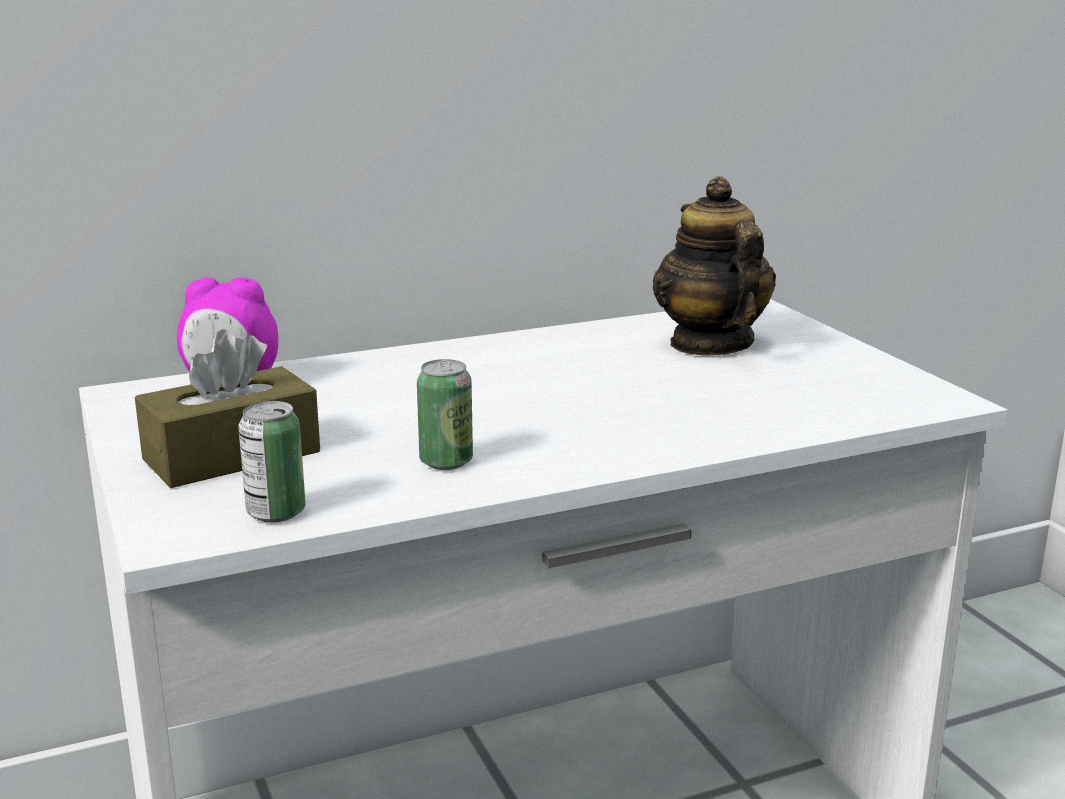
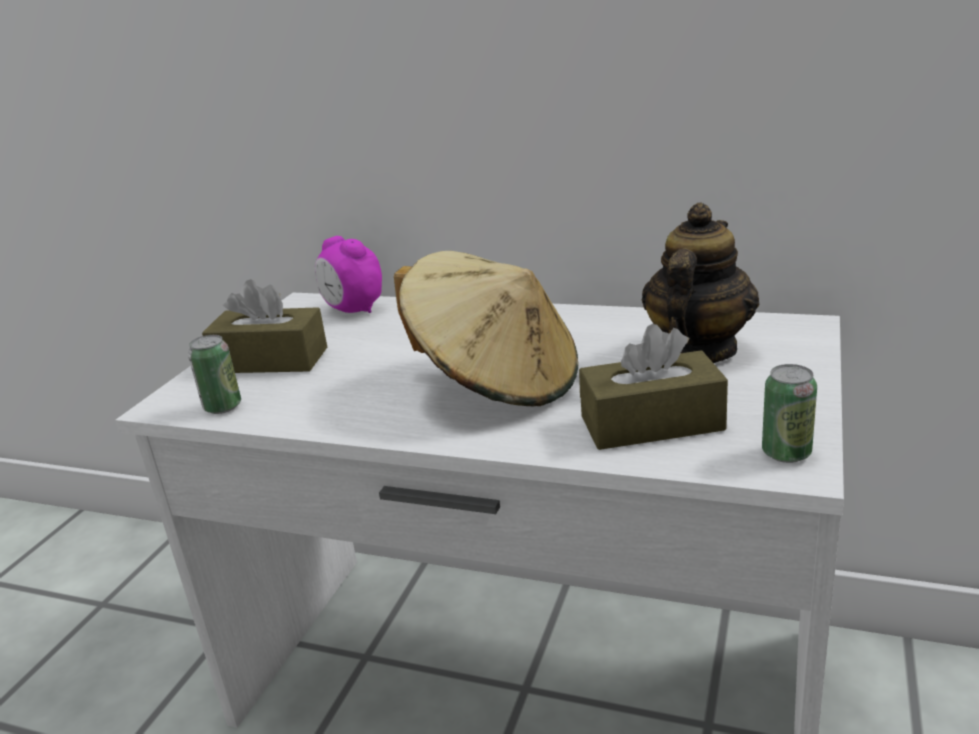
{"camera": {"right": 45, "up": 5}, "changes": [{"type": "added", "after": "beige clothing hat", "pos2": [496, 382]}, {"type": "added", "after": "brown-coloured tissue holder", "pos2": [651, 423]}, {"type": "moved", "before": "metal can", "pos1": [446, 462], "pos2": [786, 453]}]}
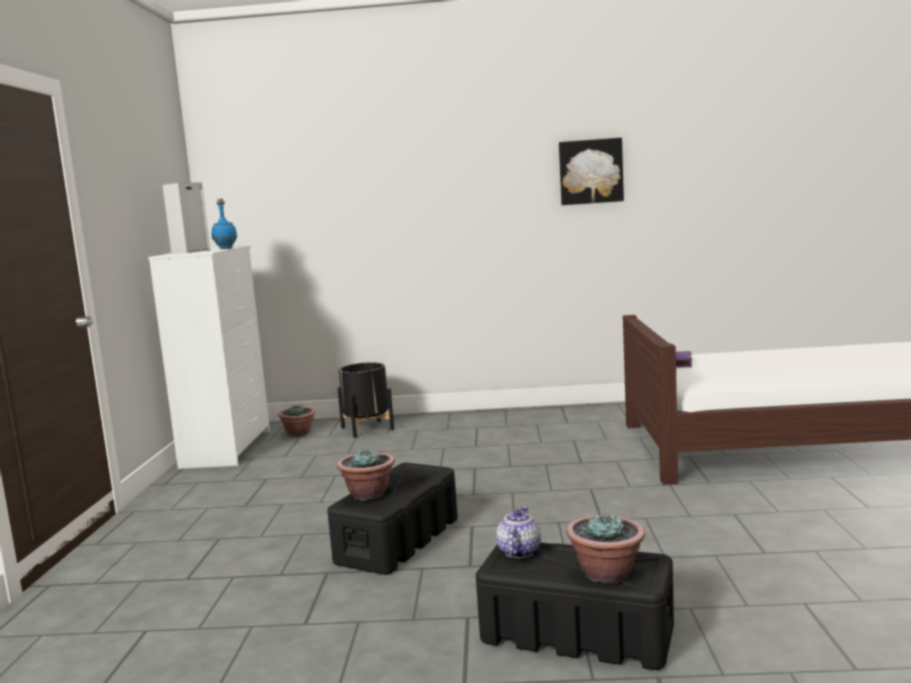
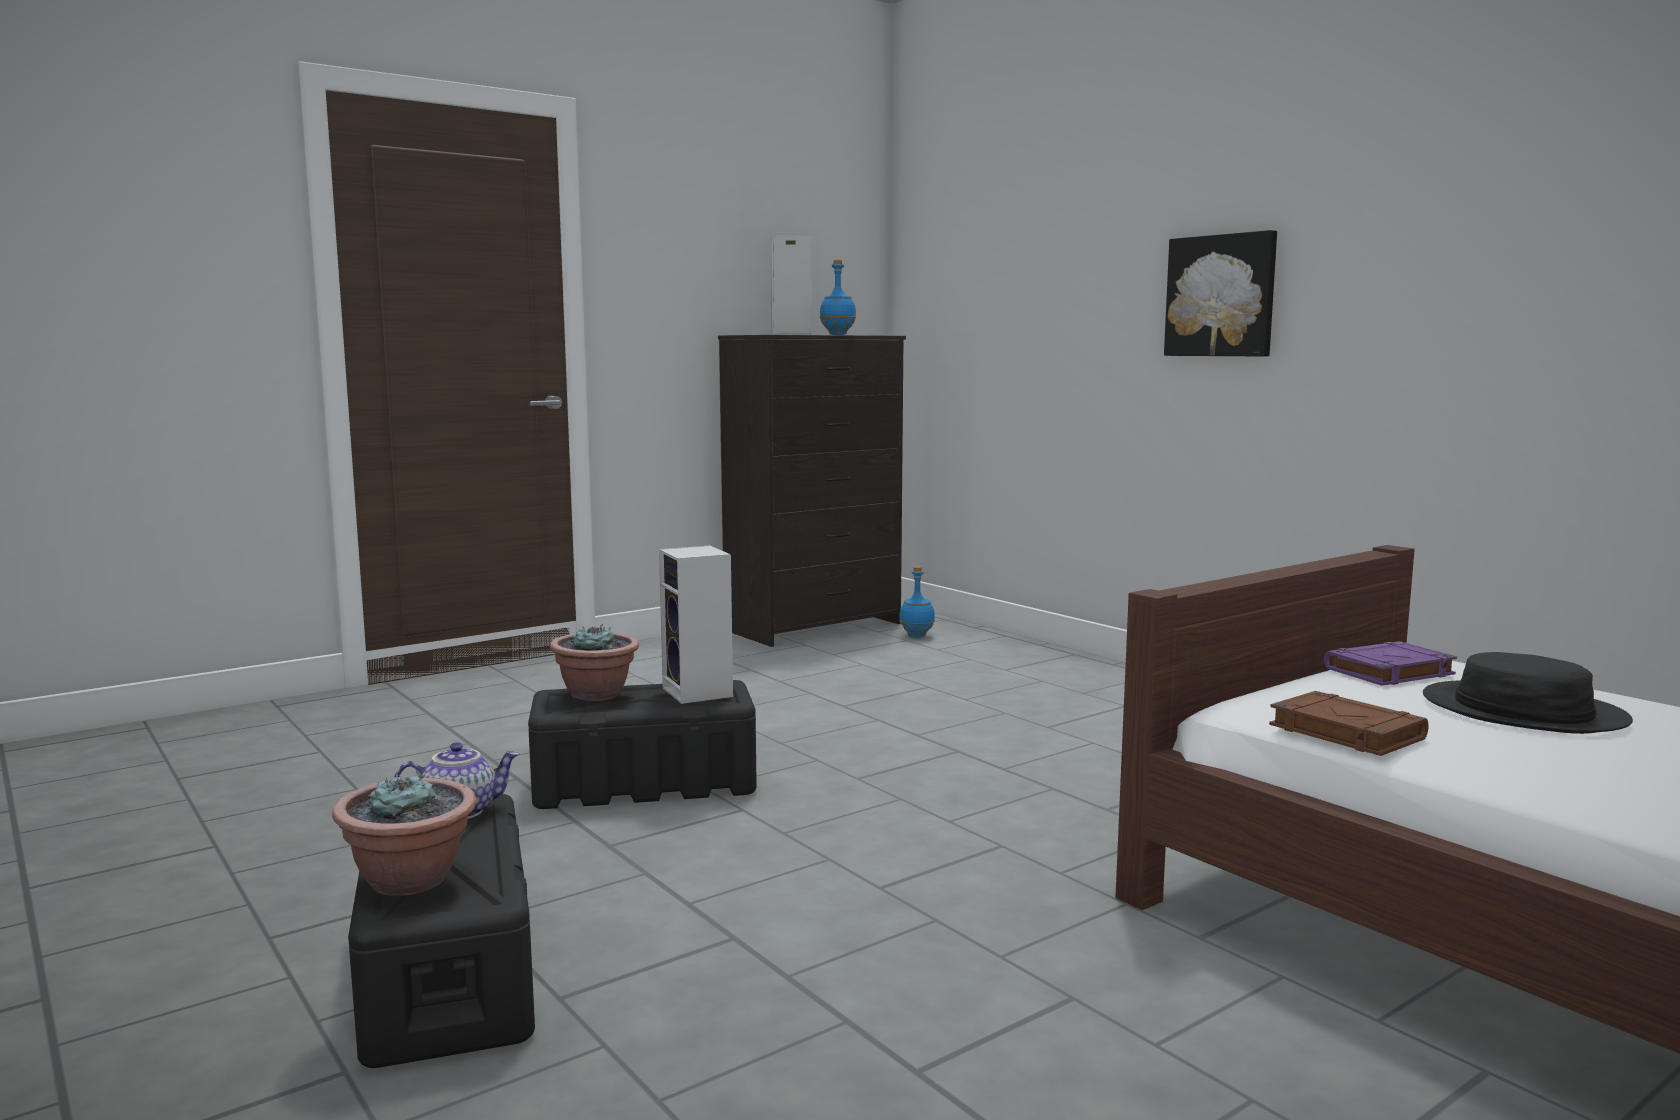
{"camera": {"right": 50, "up": 0}, "changes": [{"type": "removed", "before": "blackish flower pot", "pos1": [367, 428]}, {"type": "added", "after": "audio speaker", "pos2": [700, 693]}, {"type": "added", "after": "brown-coloured volume", "pos2": [1344, 732]}, {"type": "added", "after": "blackish clothing hat", "pos2": [1522, 711]}, {"type": "moved", "before": "wall art", "pos1": [590, 171], "pos2": [1222, 296]}, {"type": "replaced", "before": "plant in a pot", "after": "bluish beverage bottle", "pos1": [299, 433], "pos2": [917, 636]}, {"type": "recoloured", "before": "white-coloured drawer chest", "after": "blackish drawer chest", "pos1": [228, 448], "pos2": [816, 627]}]}
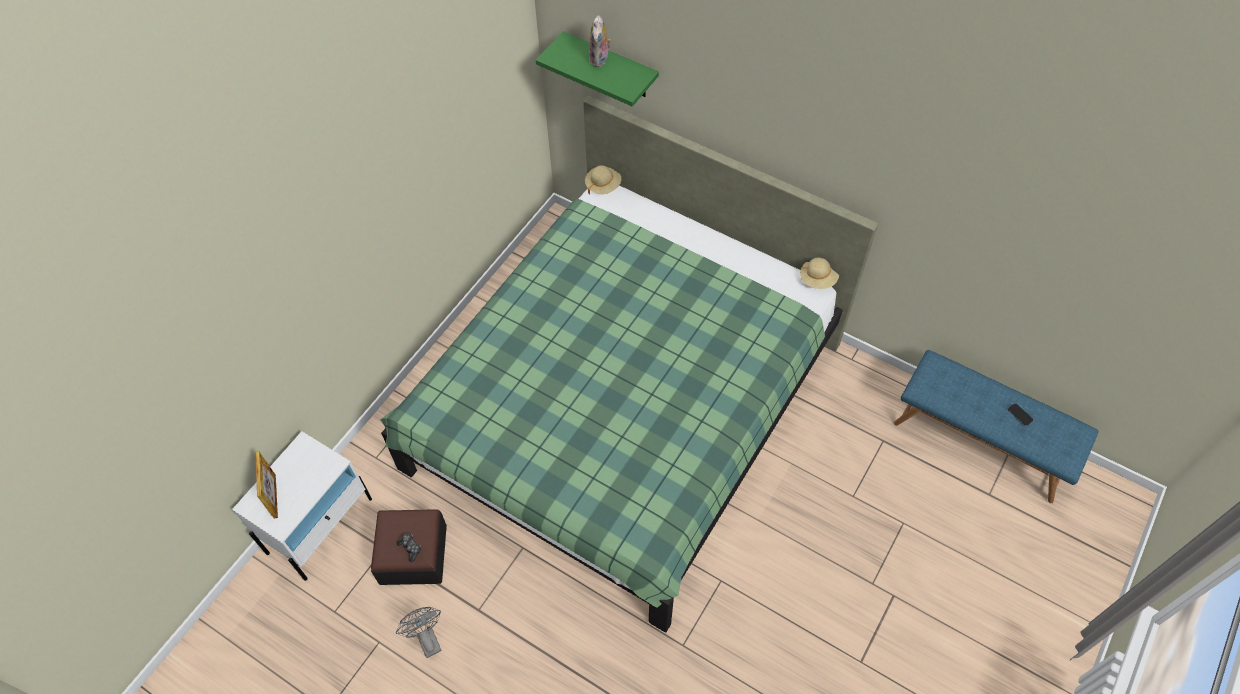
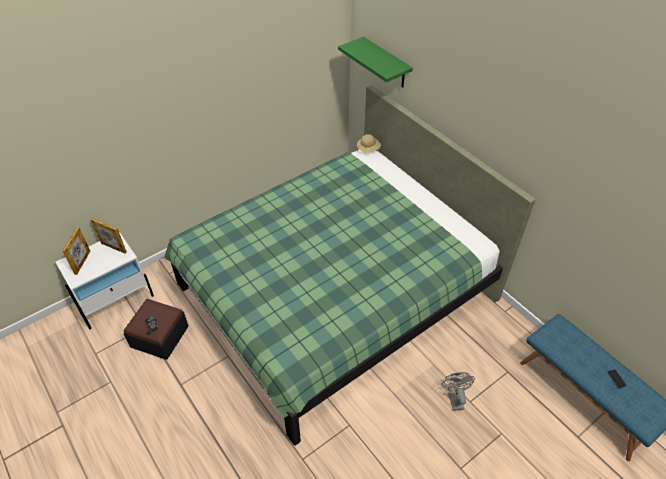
{"camera": {"right": 20, "up": -10}, "changes": [{"type": "removed", "before": "cuddly toy", "pos1": [600, 60]}, {"type": "removed", "before": "beige clothing hat", "pos1": [818, 279]}, {"type": "added", "after": "standing frame", "pos2": [113, 247]}, {"type": "moved", "before": "greyish electric fan", "pos1": [426, 638], "pos2": [454, 398]}]}
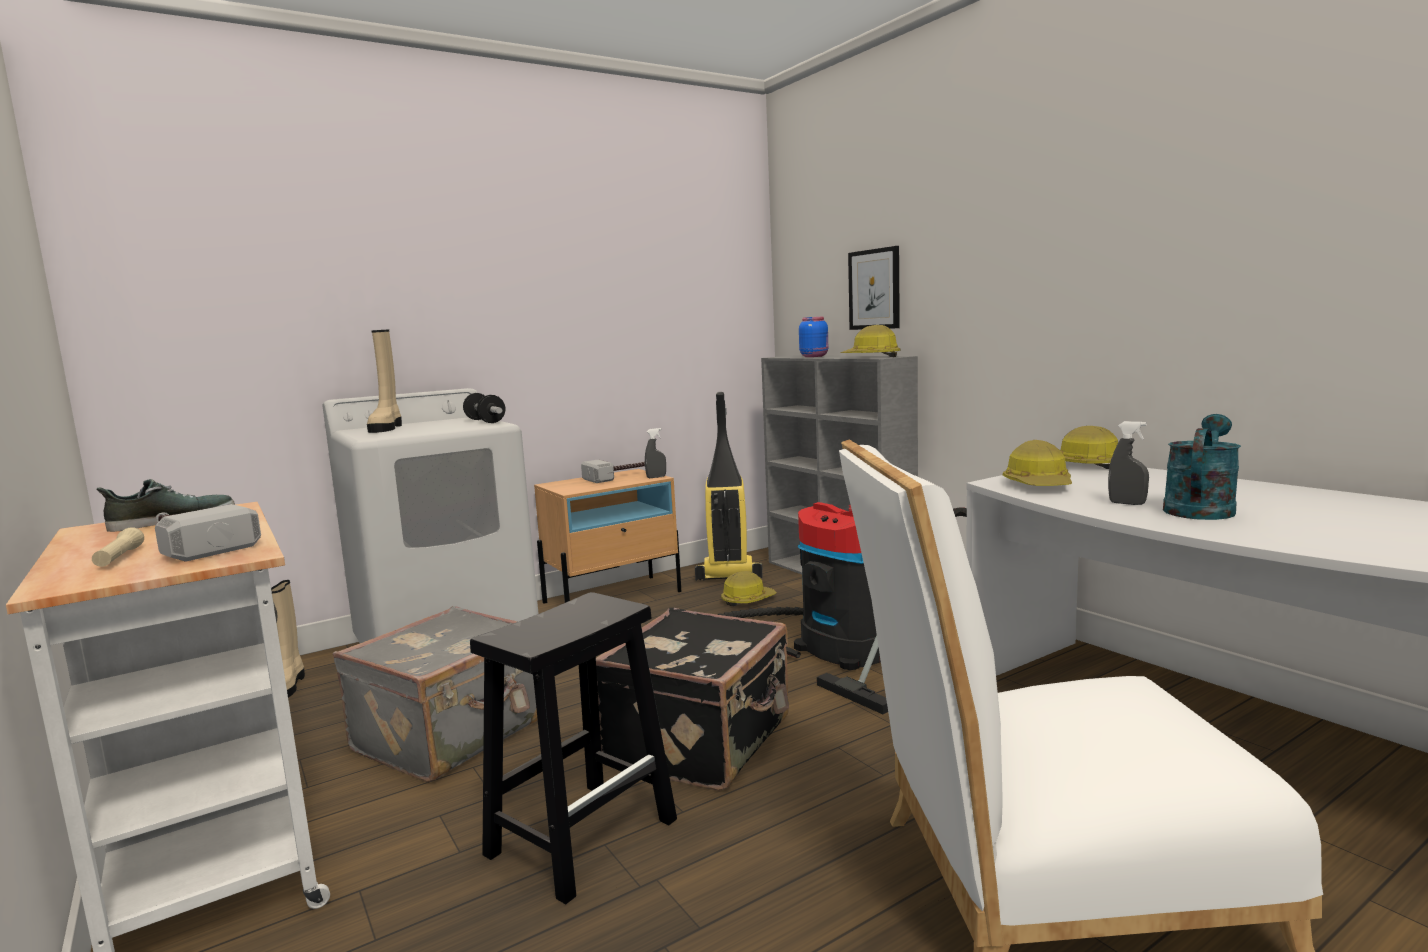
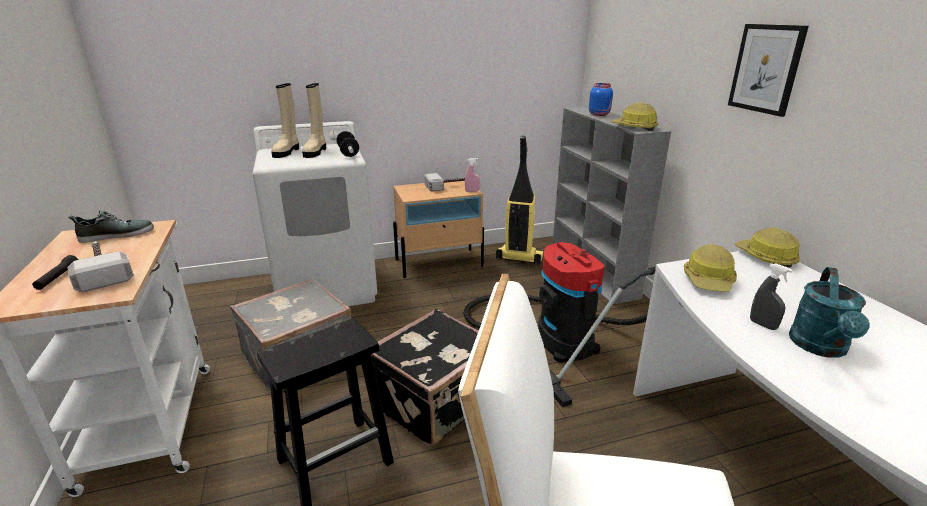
{"camera": {"right": 15, "up": 15}, "changes": [{"type": "removed", "before": "hard hat", "pos1": [747, 600]}, {"type": "moved", "before": "beige high-top boot", "pos1": [287, 686], "pos2": [315, 152]}, {"type": "moved", "before": "wall art", "pos1": [874, 289], "pos2": [766, 69]}, {"type": "recoloured", "before": "beige flashlight", "after": "blackish flashlight", "pos1": [119, 558], "pos2": [58, 278]}, {"type": "recoloured", "before": "greyish hand sprayer", "after": "pink hand sprayer", "pos1": [656, 477], "pos2": [472, 191]}, {"type": "turned", "before": "turquoise sprinkling can", "pos1": [1200, 508], "pos2": [820, 348], "turn": 150}]}
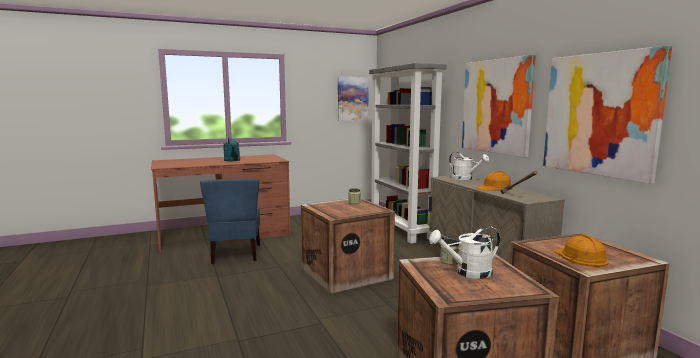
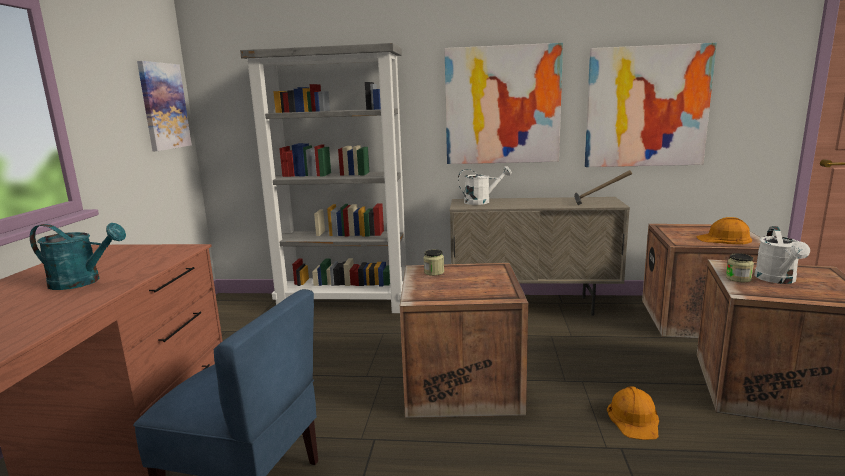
{"camera": {"right": -60, "up": 5}, "changes": [{"type": "moved", "before": "orangey hard hat", "pos1": [495, 187], "pos2": [634, 418]}]}
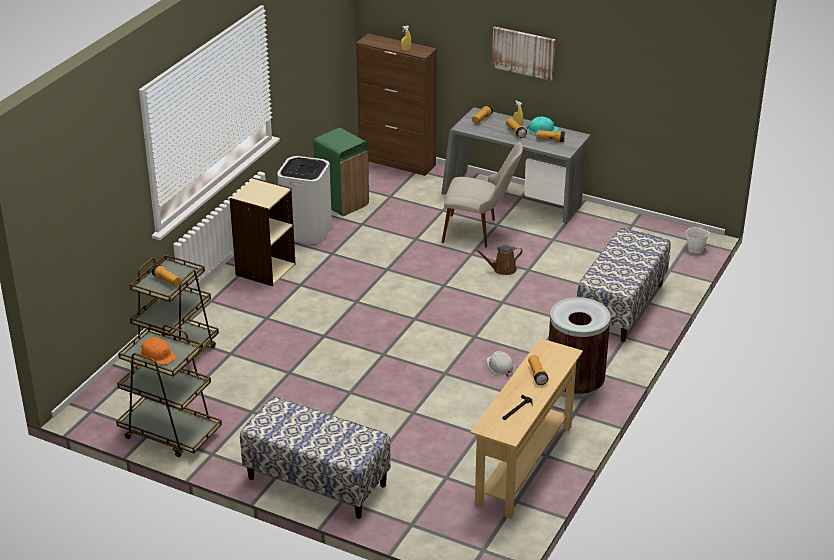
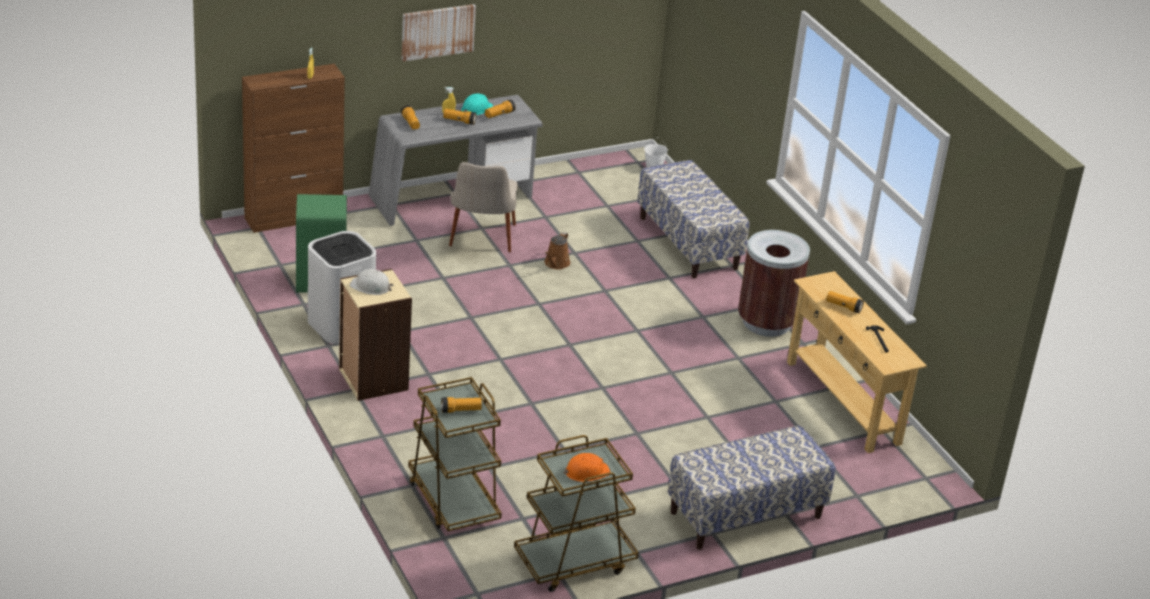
{"camera": {"right": -55, "up": 0}, "changes": [{"type": "moved", "before": "white-coloured hard hat", "pos1": [500, 366], "pos2": [371, 286]}, {"type": "turned", "before": "beige upright chair", "pos1": [480, 232], "pos2": [481, 242], "turn": 135}]}
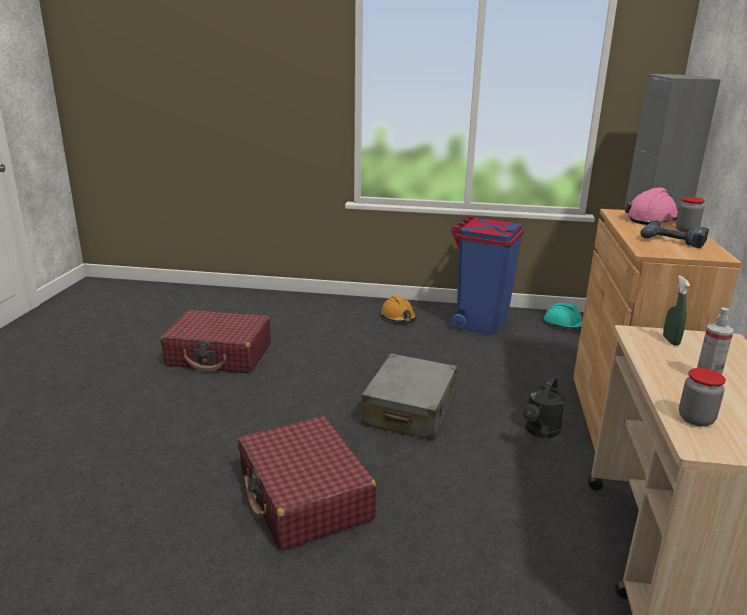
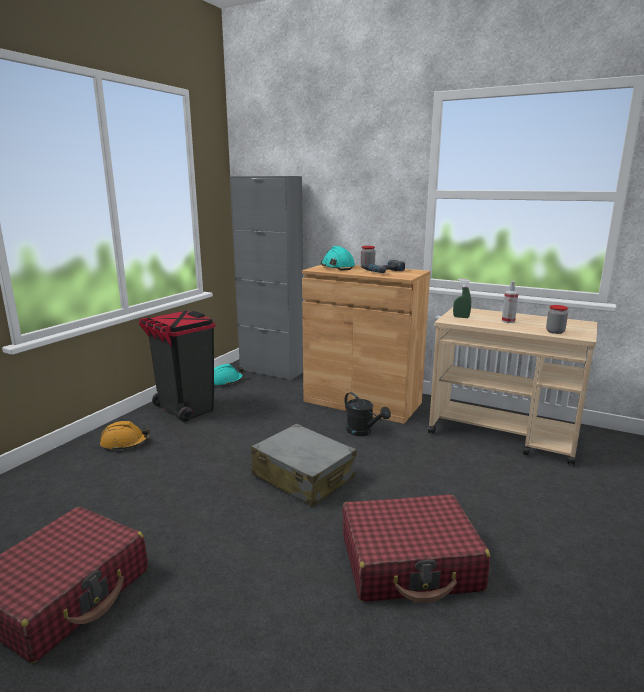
{"camera": {"right": -70, "up": -5}, "changes": [{"type": "recoloured", "before": "bluish waste bin", "after": "blackish waste bin", "pos1": [480, 322], "pos2": [185, 409]}, {"type": "recoloured", "before": "pink hard hat", "after": "turquoise hard hat", "pos1": [651, 218], "pos2": [337, 267]}]}
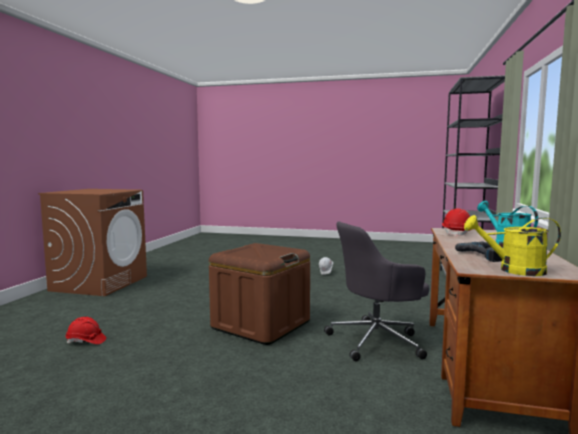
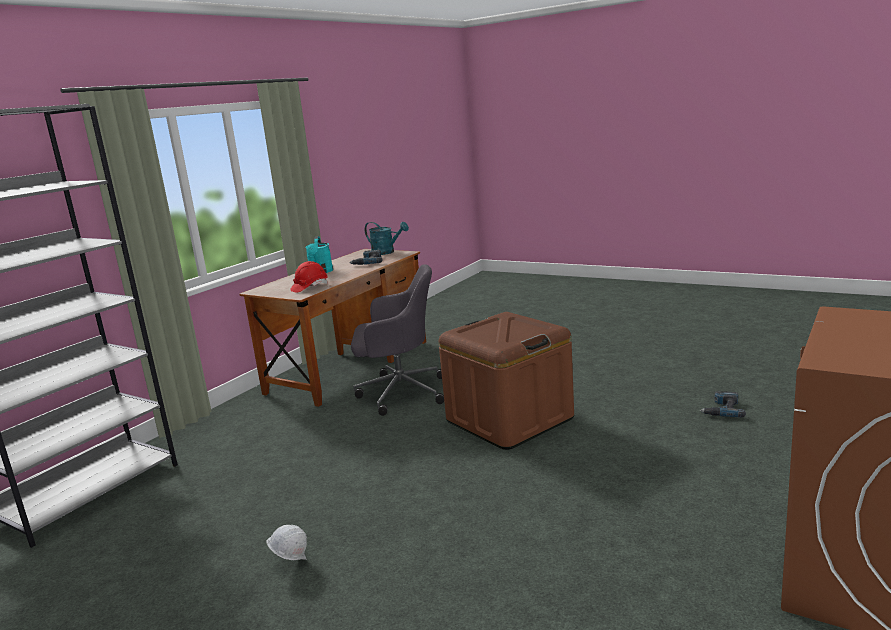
{"camera": {"right": -160, "up": 10}, "changes": [{"type": "replaced", "before": "reddish hard hat", "after": "power drill", "pos1": [86, 341], "pos2": [722, 409]}, {"type": "recoloured", "before": "yellow-coloured sprinkling can", "after": "turquoise sprinkling can", "pos1": [513, 270], "pos2": [386, 252]}]}
